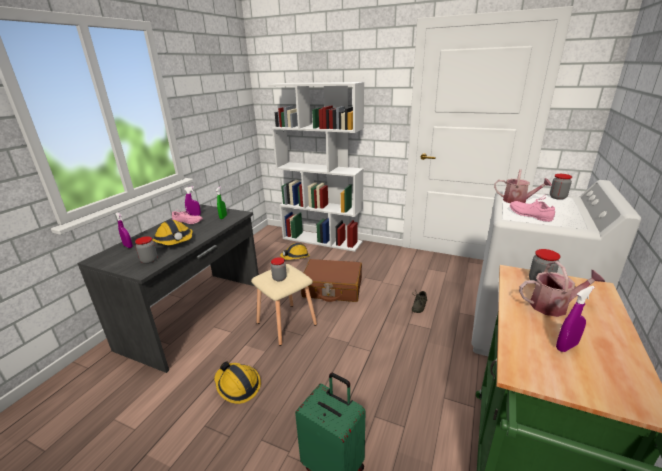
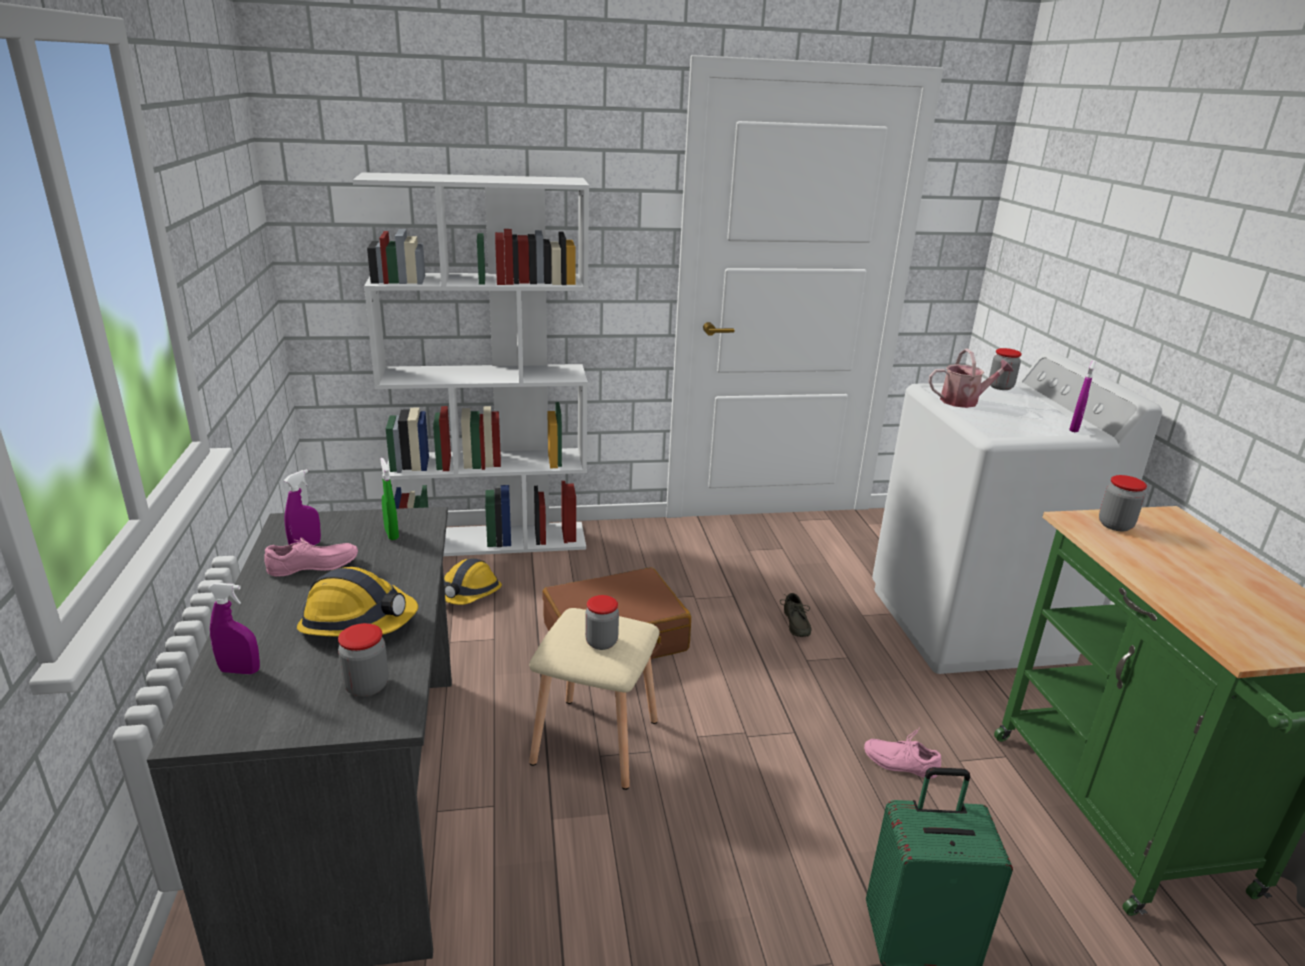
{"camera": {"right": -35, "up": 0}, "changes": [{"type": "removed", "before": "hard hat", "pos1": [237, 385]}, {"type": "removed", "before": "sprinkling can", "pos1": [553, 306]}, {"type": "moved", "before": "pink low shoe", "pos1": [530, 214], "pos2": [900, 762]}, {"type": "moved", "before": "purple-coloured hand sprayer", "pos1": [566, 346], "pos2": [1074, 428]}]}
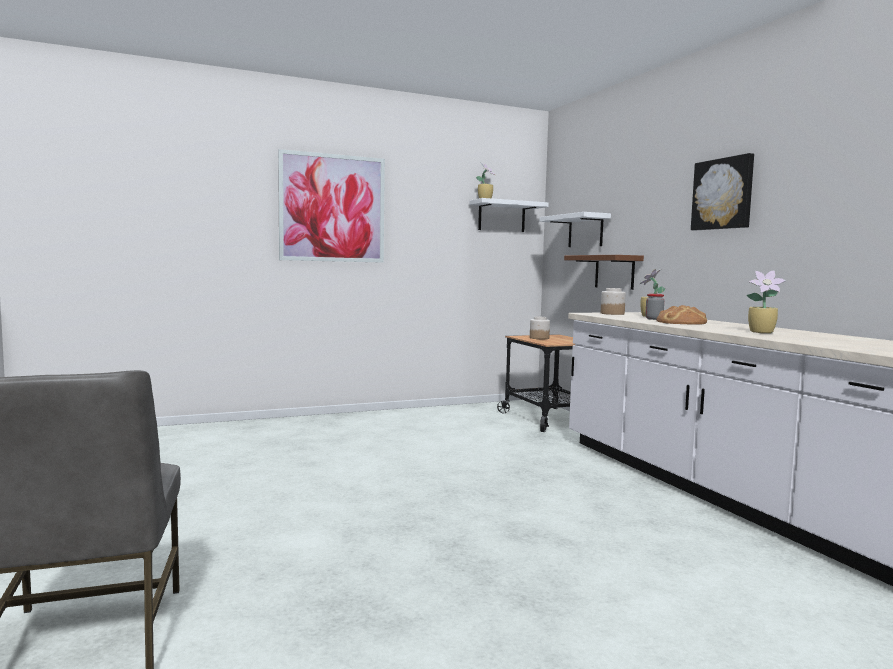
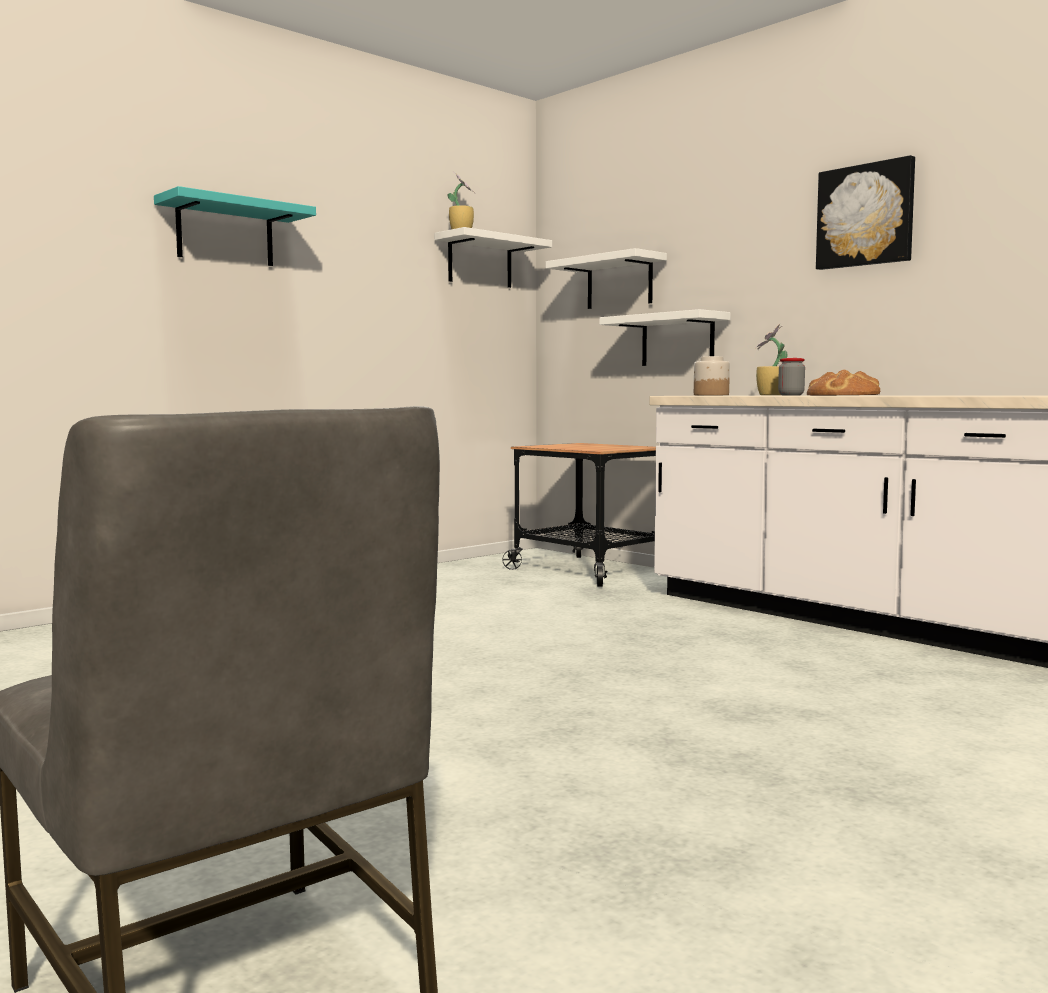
{"camera": {"right": -20, "up": 0}, "changes": [{"type": "removed", "before": "preserve jar", "pos1": [539, 338]}, {"type": "removed", "before": "plant in a pot", "pos1": [762, 332]}, {"type": "replaced", "before": "wall art", "after": "turquoise bracket shelf", "pos1": [332, 208], "pos2": [225, 233]}, {"type": "recoloured", "before": "brown-coloured bracket shelf", "after": "white-coloured bracket shelf", "pos1": [614, 272], "pos2": [677, 340]}]}
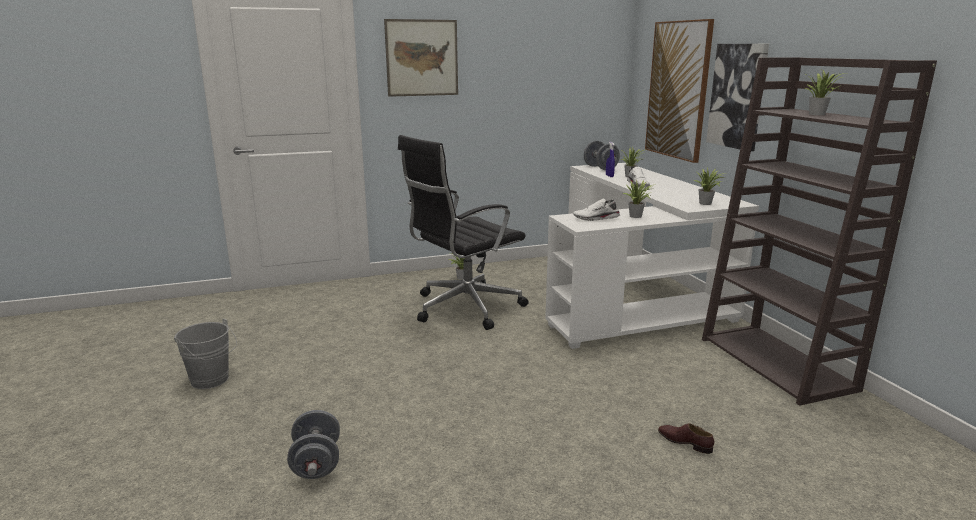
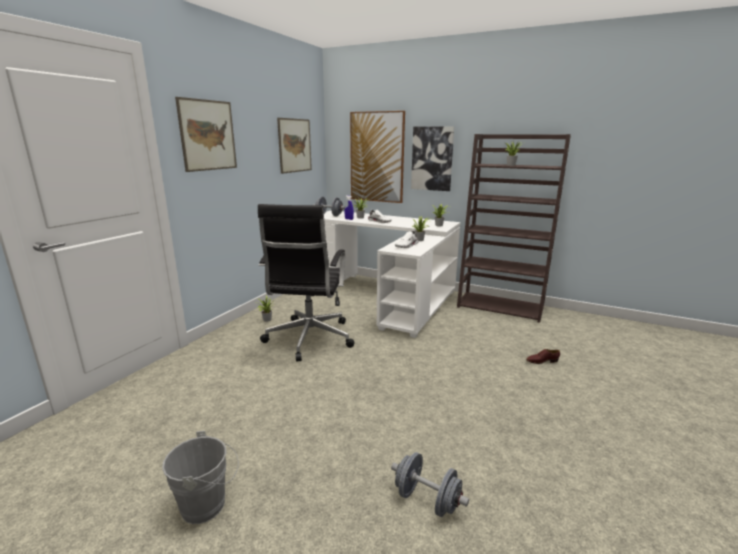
{"camera": {"right": -45, "up": 0}, "changes": [{"type": "added", "after": "wall art", "pos2": [294, 145]}]}
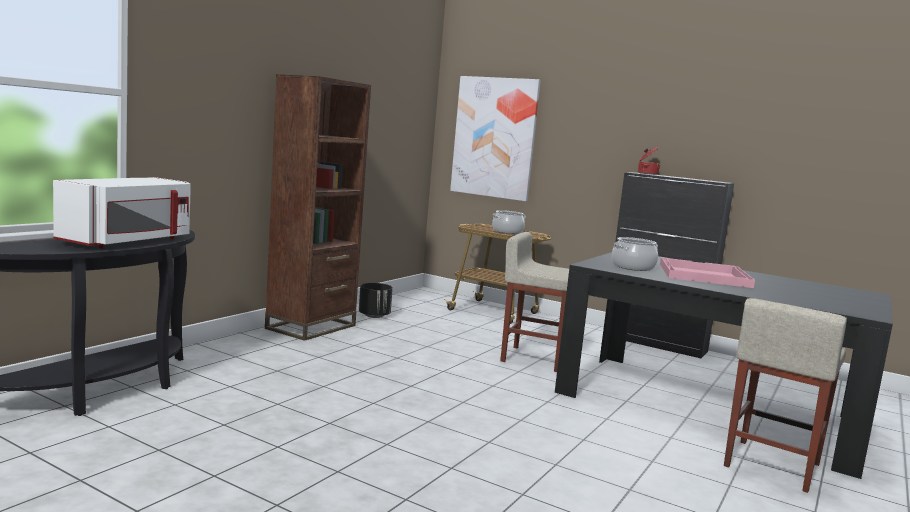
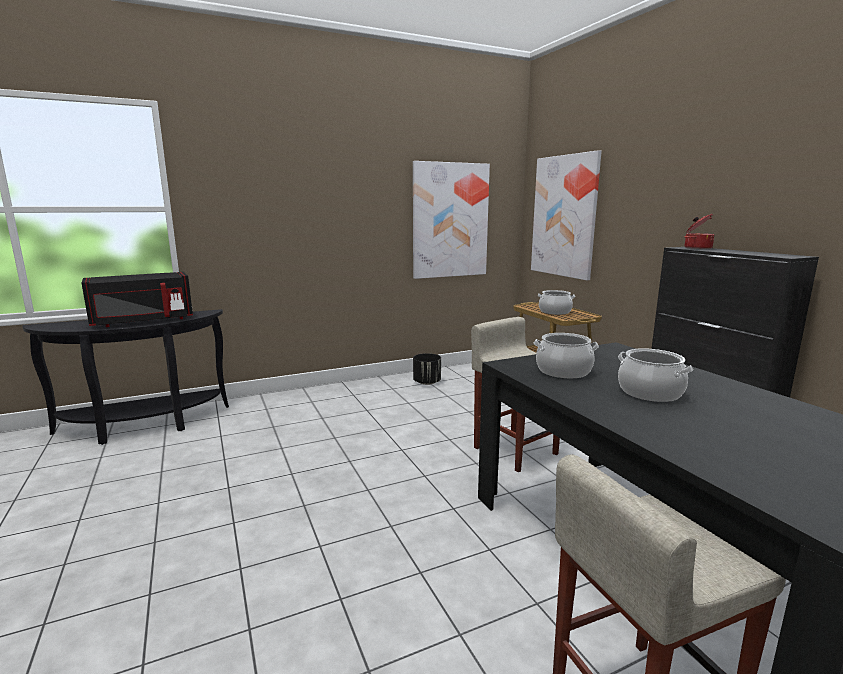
{"camera": {"right": 35, "up": 5}, "changes": [{"type": "removed", "before": "brown-coloured bookshelf", "pos1": [311, 327]}, {"type": "added", "after": "wall art", "pos2": [450, 220]}, {"type": "replaced", "before": "pink tray", "after": "cooking pot", "pos1": [703, 275], "pos2": [649, 392]}, {"type": "recoloured", "before": "white-coloured microwave", "after": "blackish microwave", "pos1": [129, 241], "pos2": [143, 321]}]}
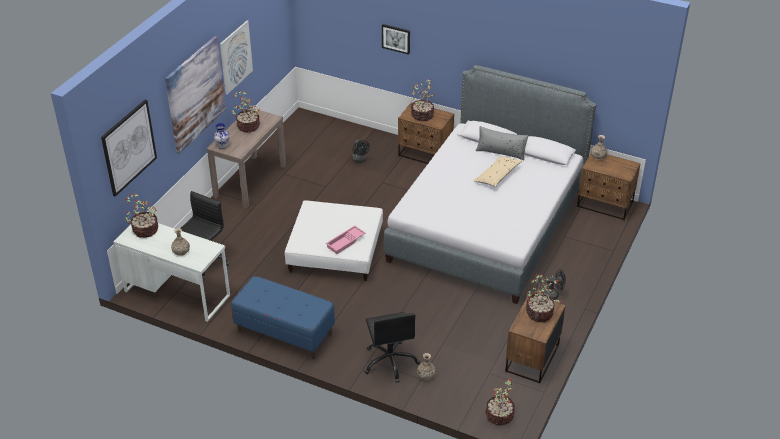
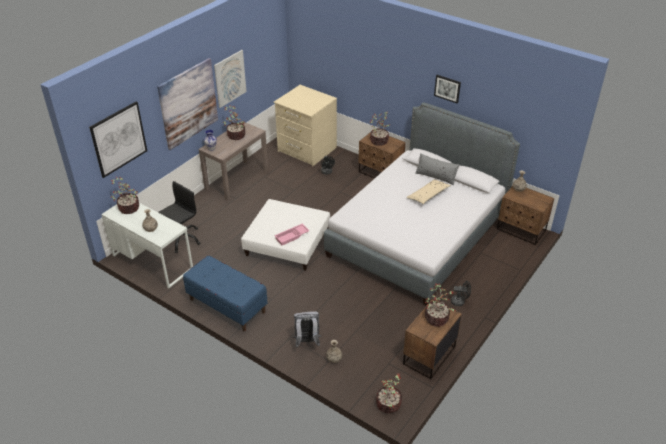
{"camera": {"right": 10, "up": 0}, "changes": [{"type": "added", "after": "beige drawer chest", "pos2": [306, 150]}, {"type": "moved", "before": "wall art", "pos1": [396, 38], "pos2": [447, 88]}, {"type": "replaced", "before": "blackish computer chair", "after": "greyish rucksack", "pos1": [390, 362], "pos2": [307, 342]}]}
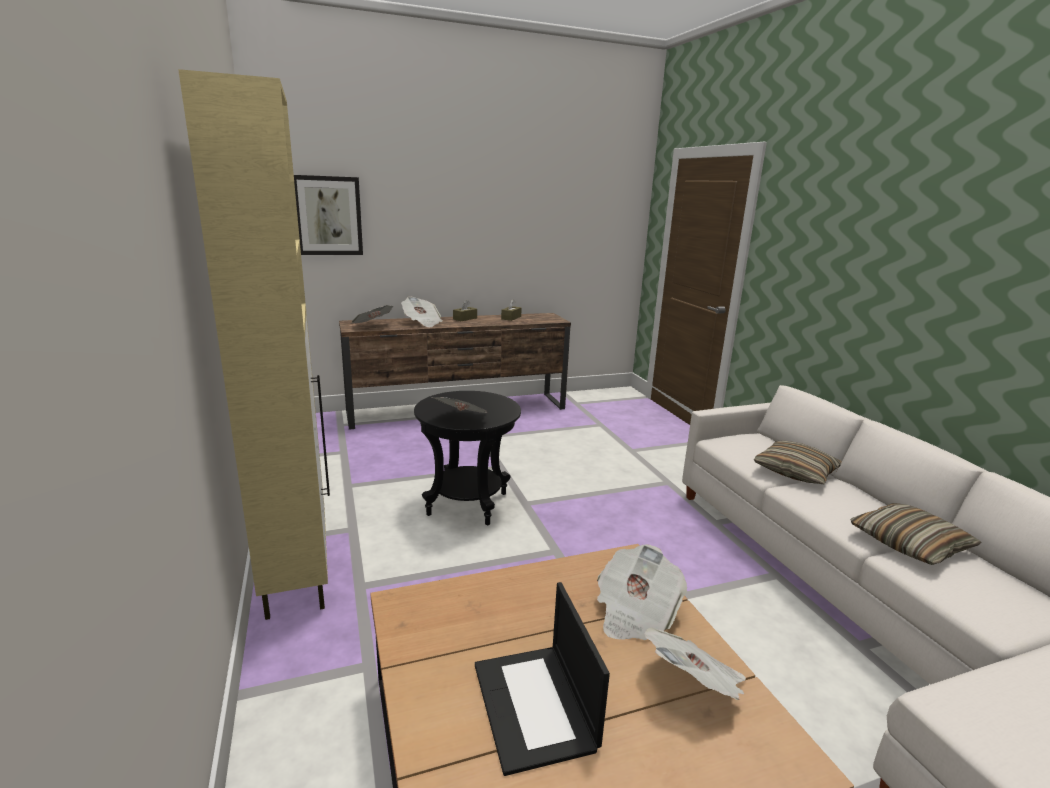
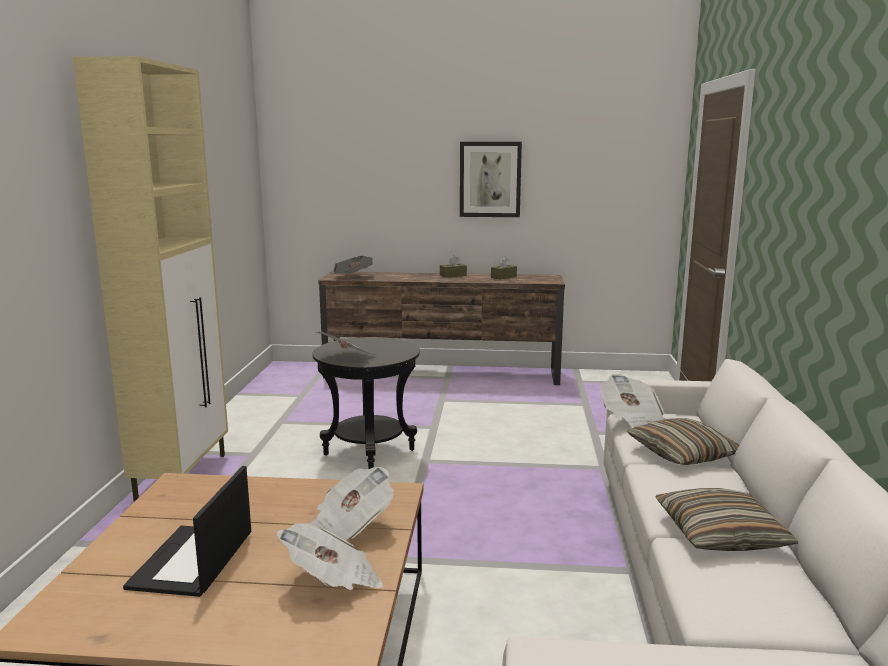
{"camera": {"right": 25, "up": -5}, "changes": [{"type": "moved", "before": "wall art", "pos1": [328, 216], "pos2": [490, 179]}, {"type": "moved", "before": "newspaper", "pos1": [422, 323], "pos2": [631, 420]}]}
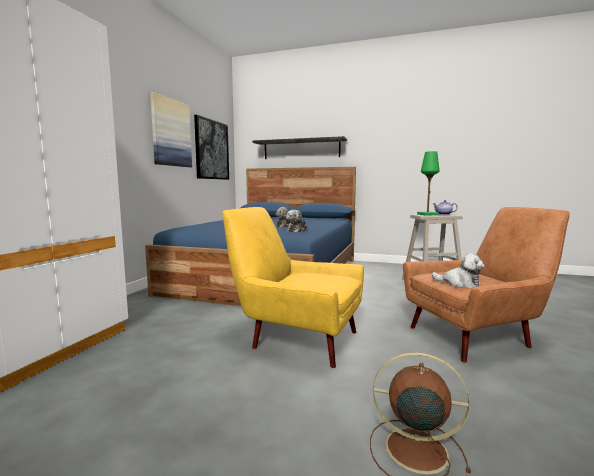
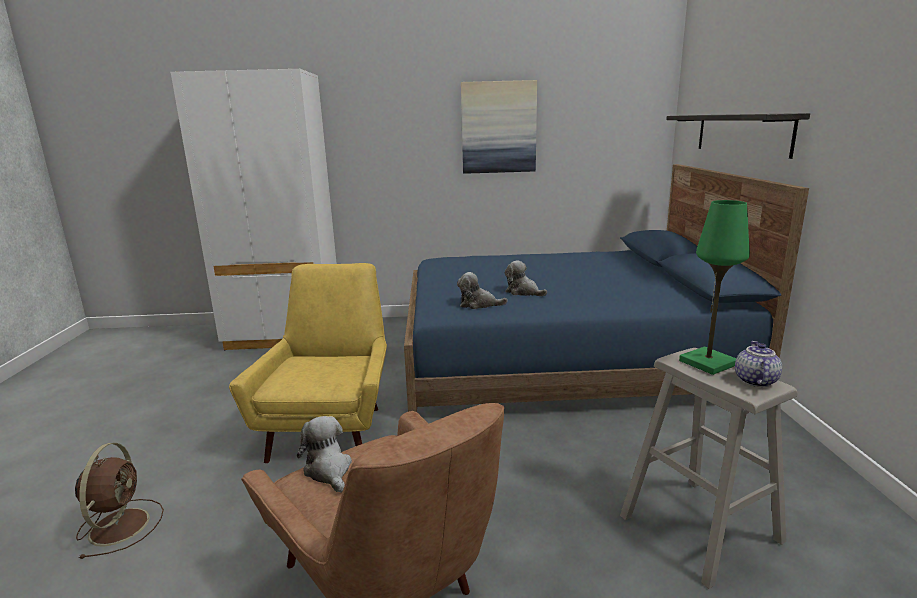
{"camera": {"right": 70, "up": 10}, "changes": [{"type": "removed", "before": "wall art", "pos1": [212, 150]}, {"type": "turned", "before": "cuddly toy", "pos1": [459, 283], "pos2": [328, 470], "turn": 135}]}
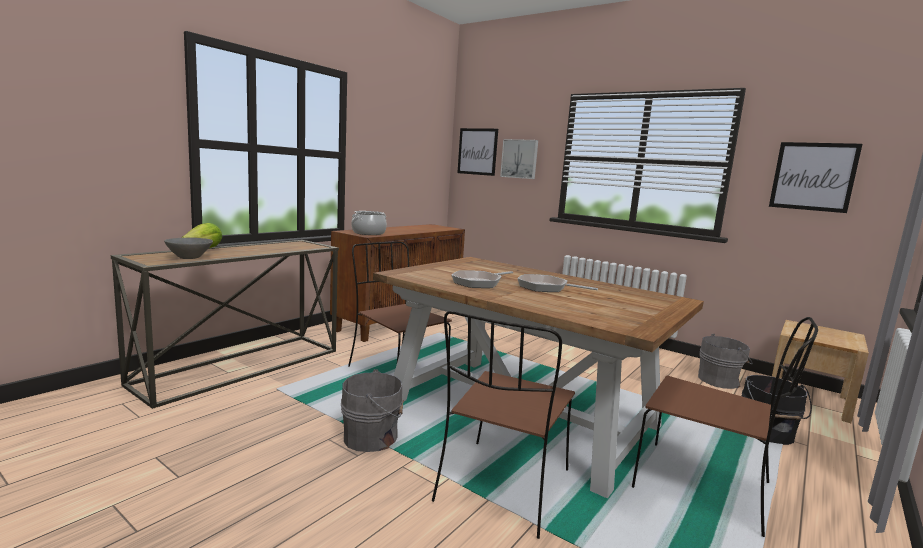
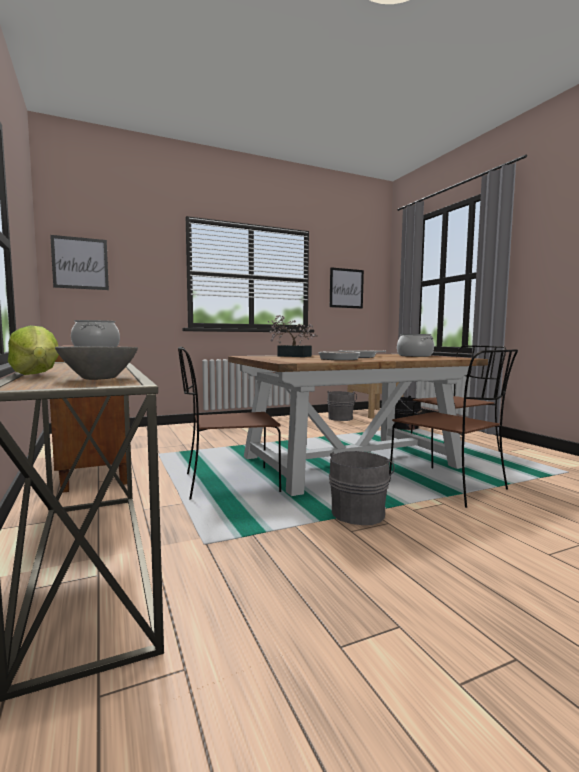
{"camera": {"right": -60, "up": -5}, "changes": [{"type": "removed", "before": "wall art", "pos1": [519, 159]}, {"type": "added", "after": "plant in a pot", "pos2": [291, 356]}, {"type": "added", "after": "cooking pot", "pos2": [415, 356]}]}
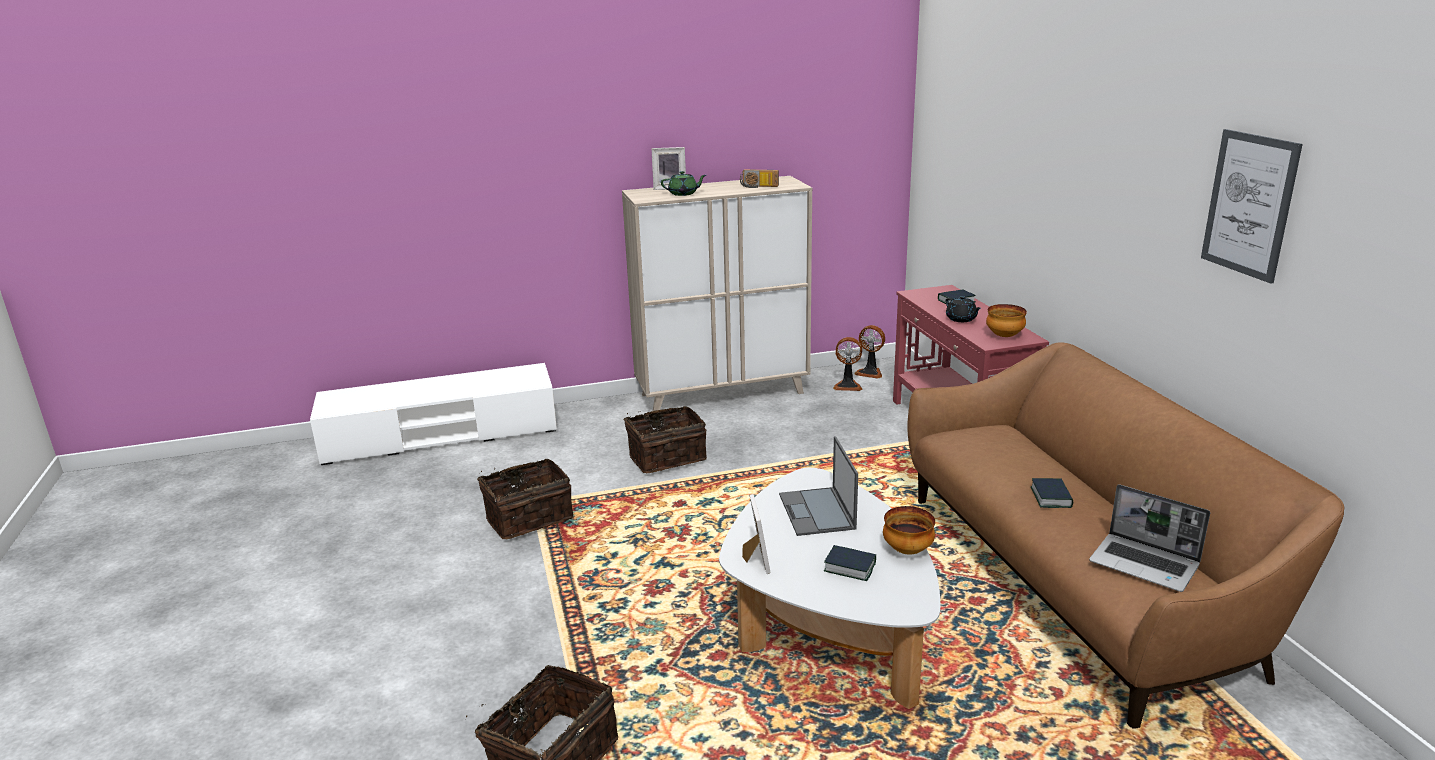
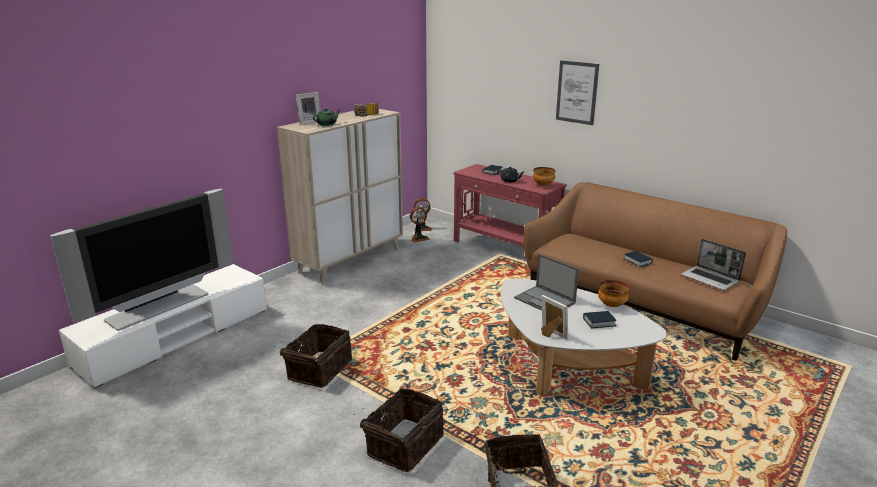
{"camera": {"right": -35, "up": 0}, "changes": [{"type": "added", "after": "TV set", "pos2": [159, 307]}, {"type": "moved", "before": "storage basket", "pos1": [666, 457], "pos2": [403, 444]}, {"type": "moved", "before": "wall art", "pos1": [1249, 204], "pos2": [577, 92]}, {"type": "turned", "before": "notebook computer", "pos1": [1145, 564], "pos2": [710, 279], "turn": 45}]}
